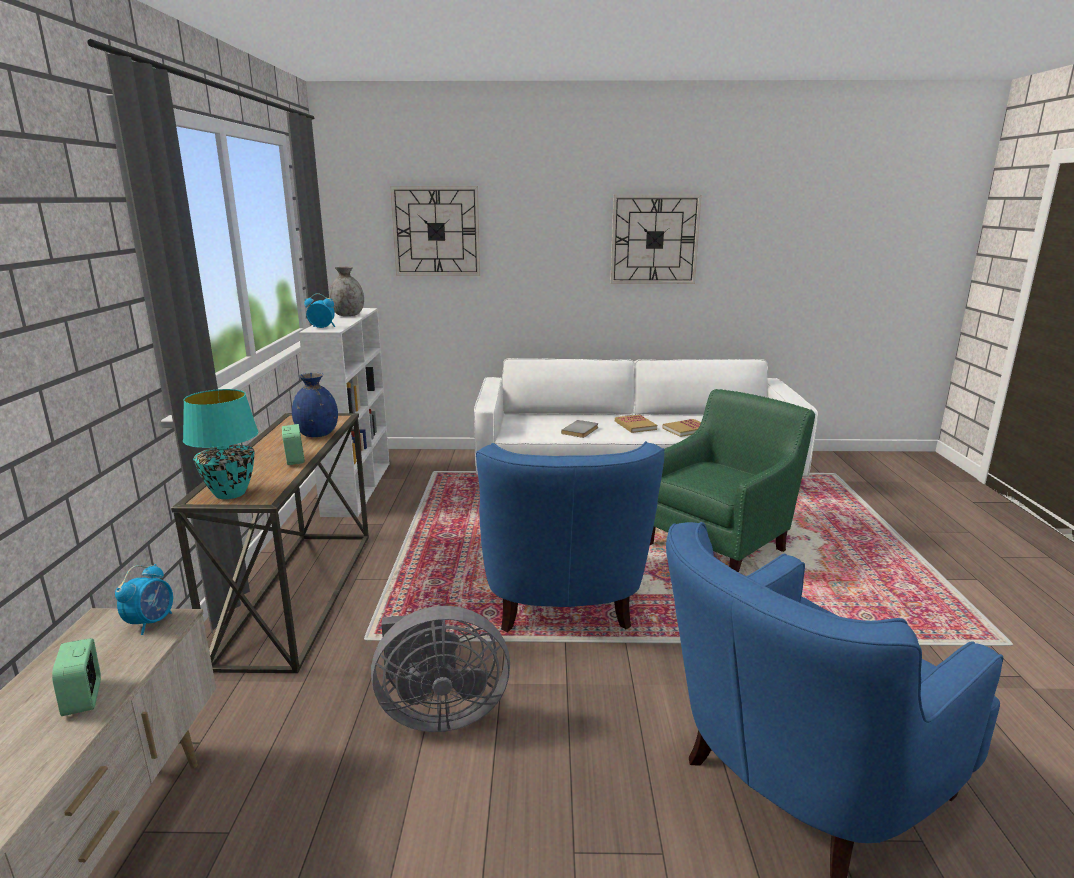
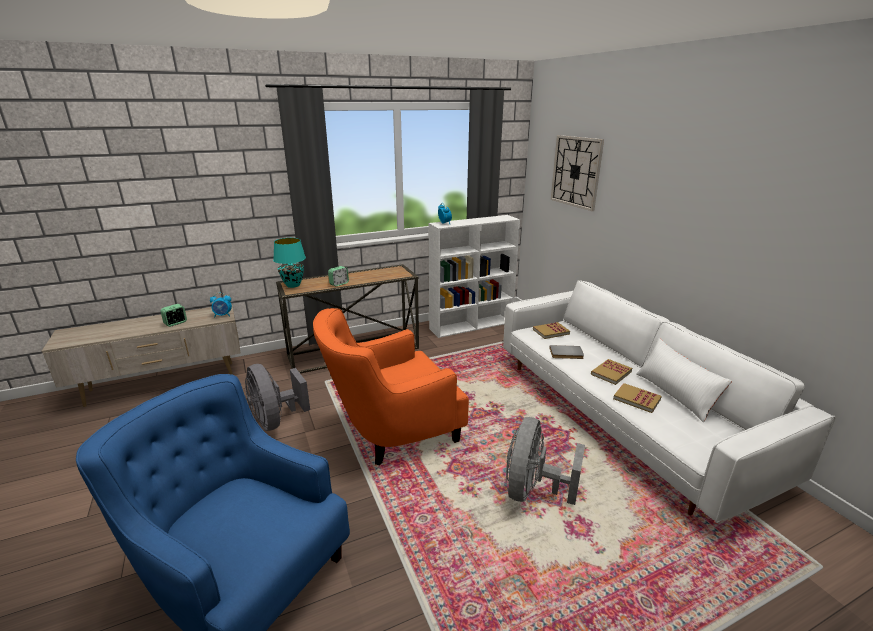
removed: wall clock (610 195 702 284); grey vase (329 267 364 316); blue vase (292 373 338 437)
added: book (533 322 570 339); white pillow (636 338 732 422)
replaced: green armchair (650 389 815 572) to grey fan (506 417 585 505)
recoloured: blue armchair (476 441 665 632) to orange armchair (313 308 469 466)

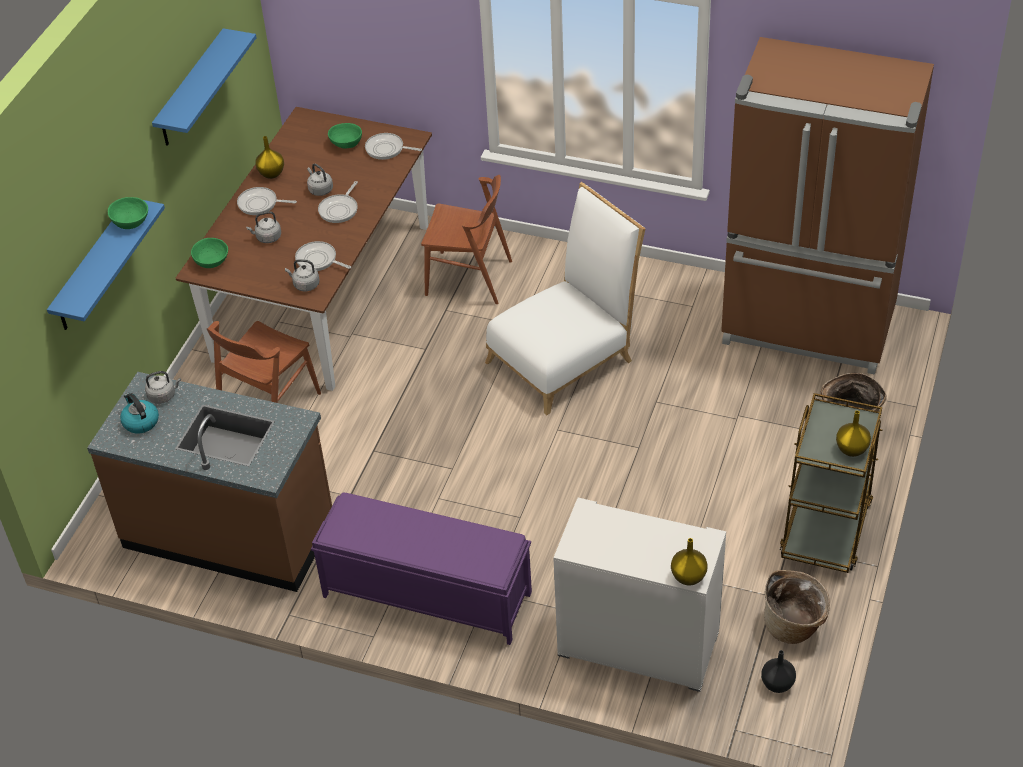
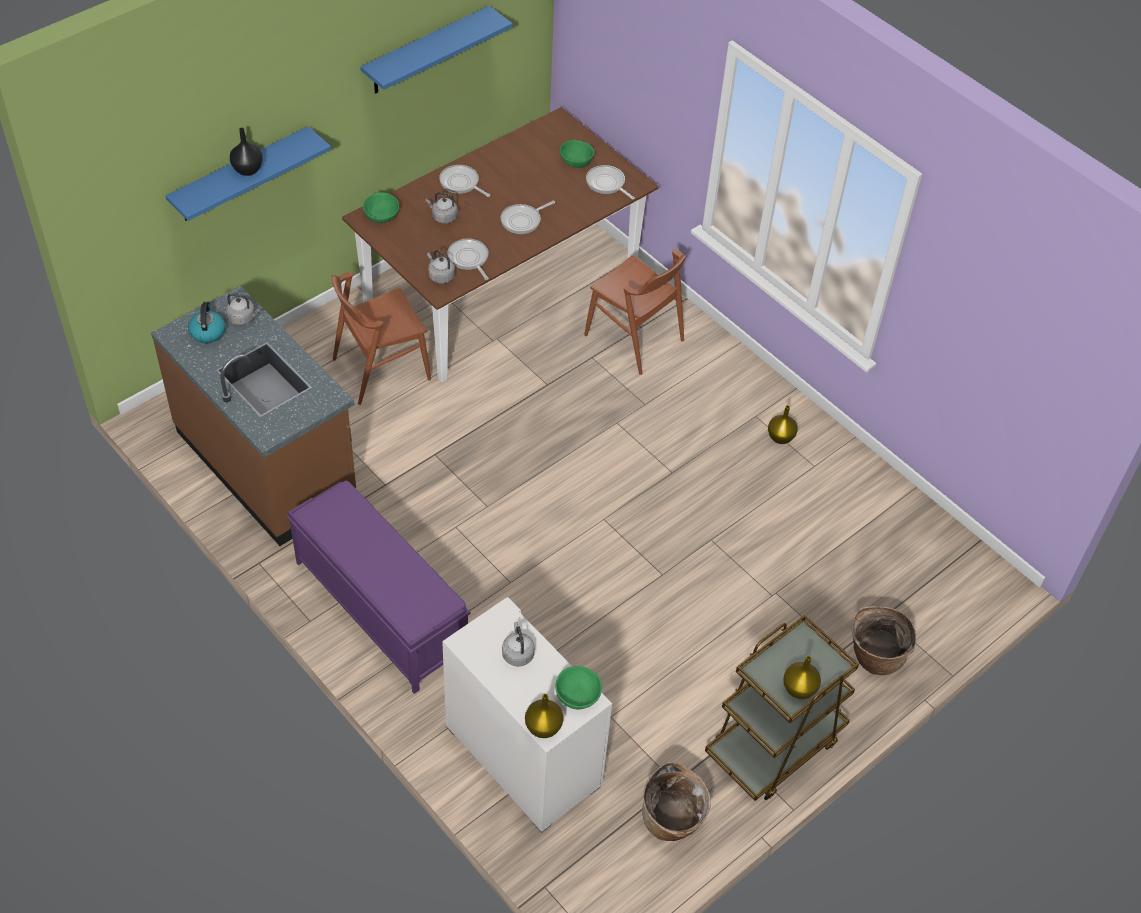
removed: brown fridge (721 37 934 375); white chair (485 182 645 415)
moved: yellow vase (255 136 284 179) to (768 405 798 444); grey kettle (307 164 333 196) to (502 622 535 666); green bowl (108 197 148 229) to (555 666 602 709); black vase (761 650 796 693) to (230 128 263 176)

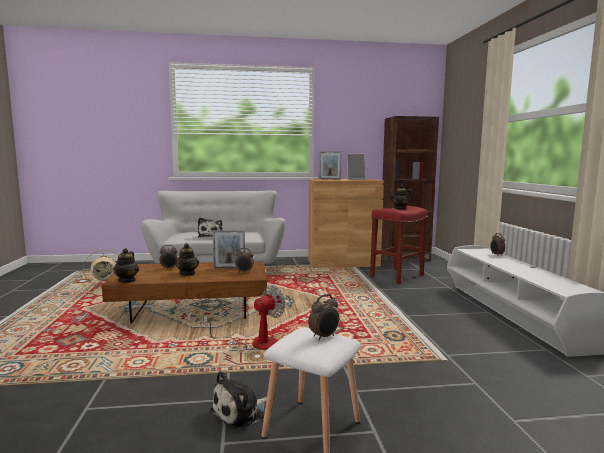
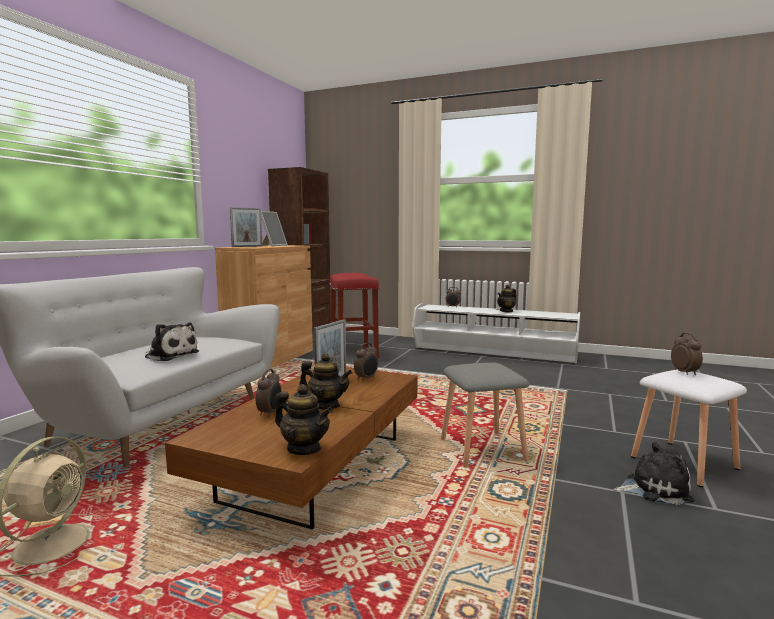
moved: teapot (388 185 414 209) to (497 285 516 312)
replaced: fan (204 285 286 350) to grey stool (441 363 529 468)
turned: plush toy (210 371 267 430) = (614 442 694 505) 75 degrees counterclockwise

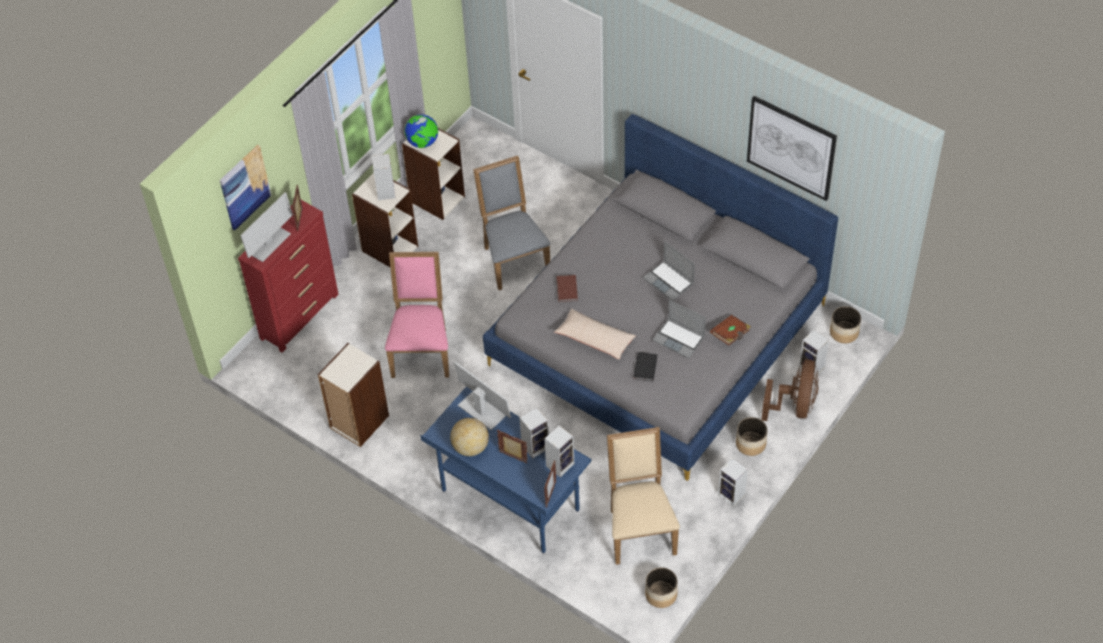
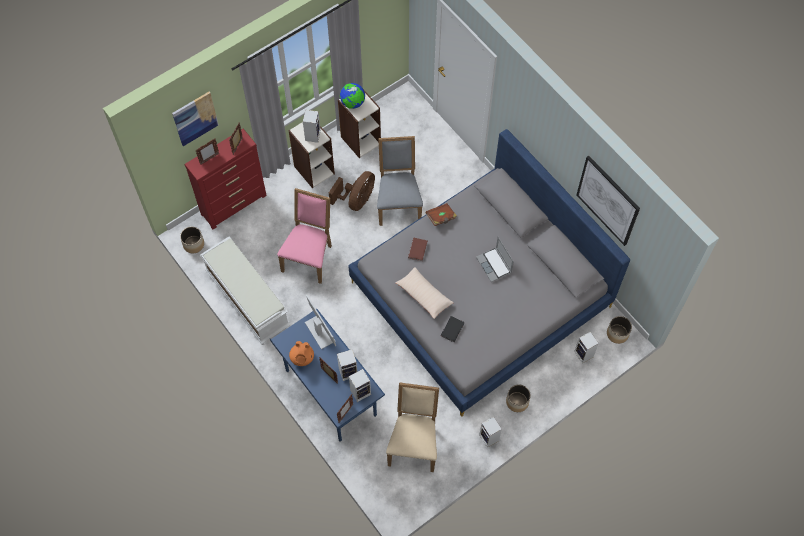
removed: laptop (653 300 706 358)
moved: brown book (710 315 751 346) to (426 203 457 226); brown fan (762 359 819 421) to (329 171 375 211); planter (645 567 678 608) to (180 227 204 254)
replaced: monitor (240 192 293 262) to picture frame (196 138 219 165); bookcase (318 343 389 447) to white bench (200 236 291 345); globe (450 418 489 456) to orange teapot (289 341 314 366)

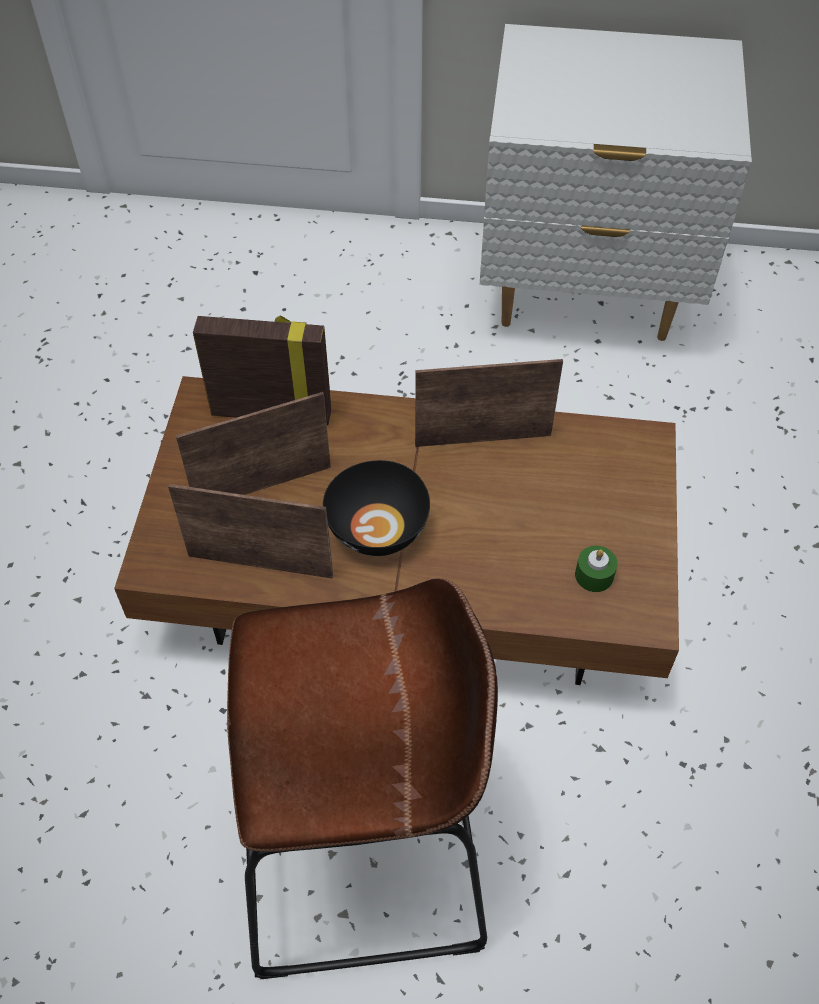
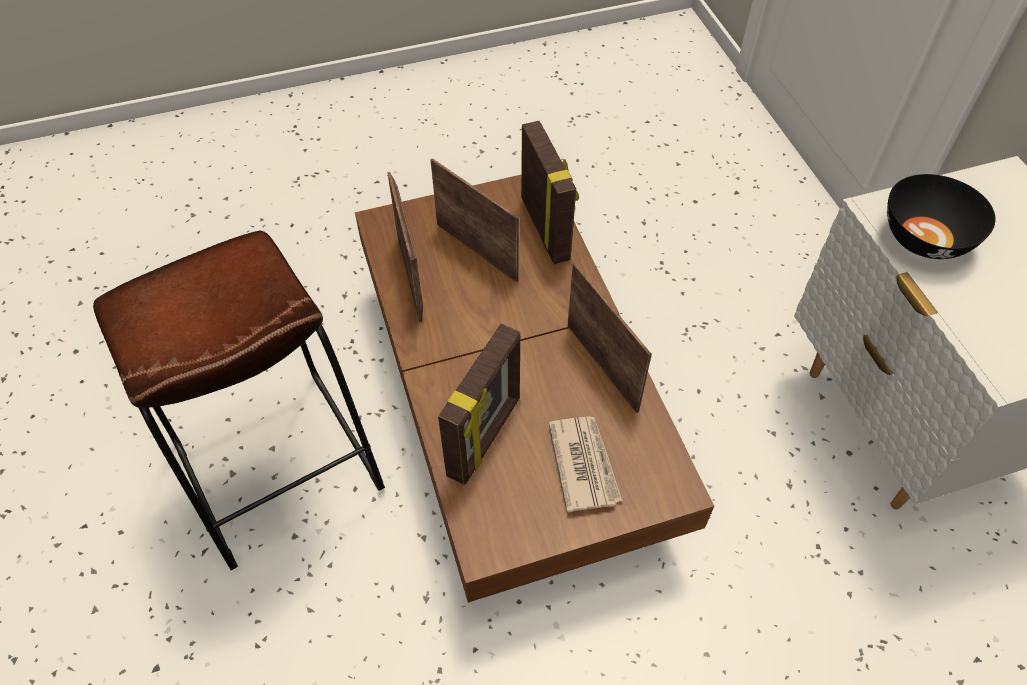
removed: green candle (575 546 618 592)
added: picture frame (438 324 520 485); newspaper (549 416 622 512)
moved: black bowl (323 460 430 556) to (887 174 996 259)

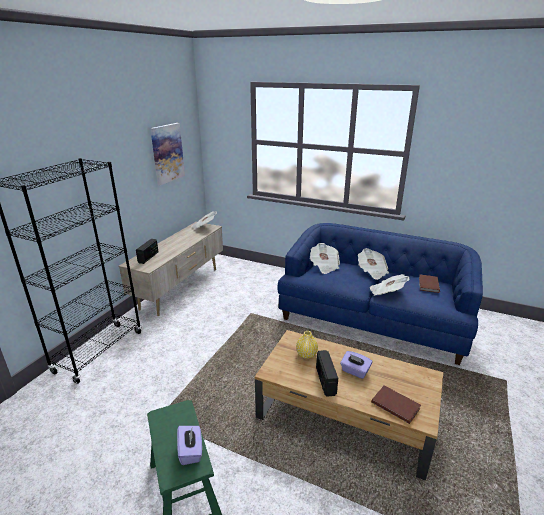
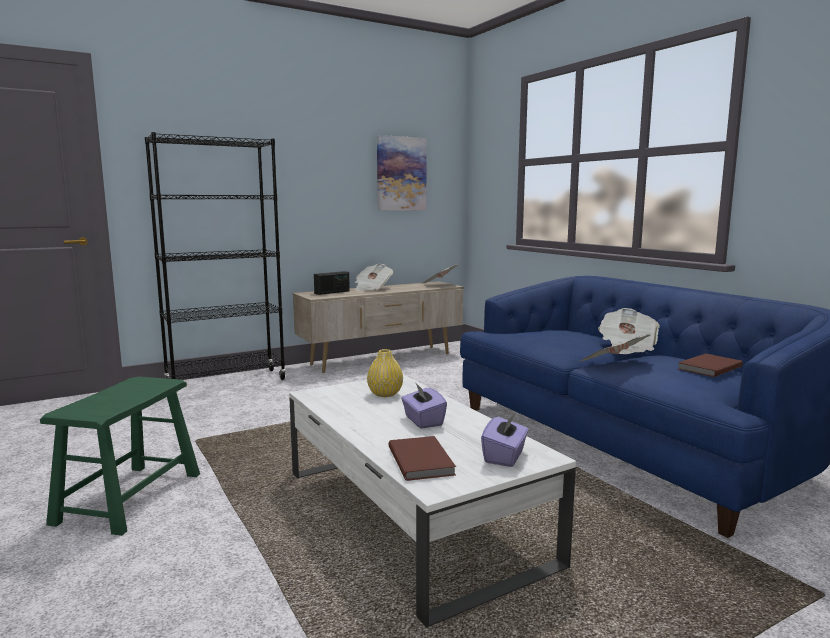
removed: radio (316 350 338 397)
moved: newspaper (310 243 340 274) to (355 264 393 291); purple tissue box (177 426 202 465) to (481 412 529 467)
recoloured: brown coffee table (255 330 443 481) to white coffee table (289 375 576 628)

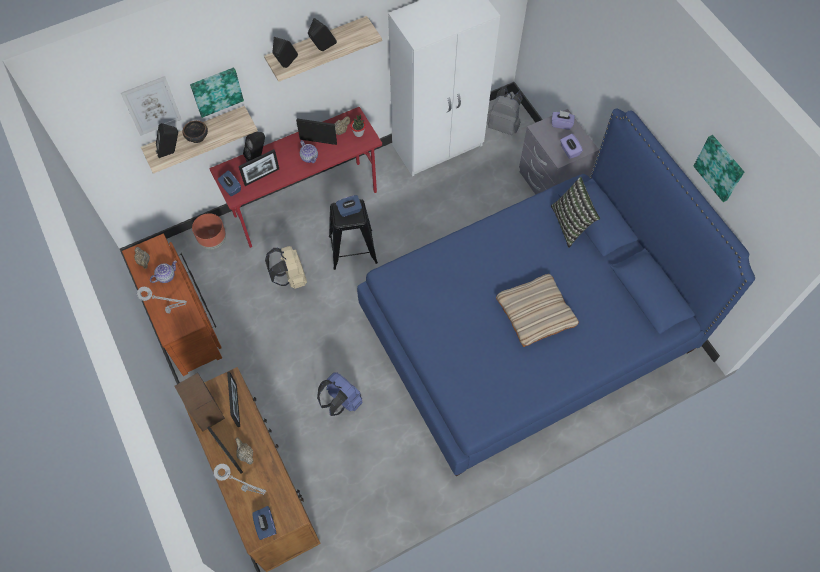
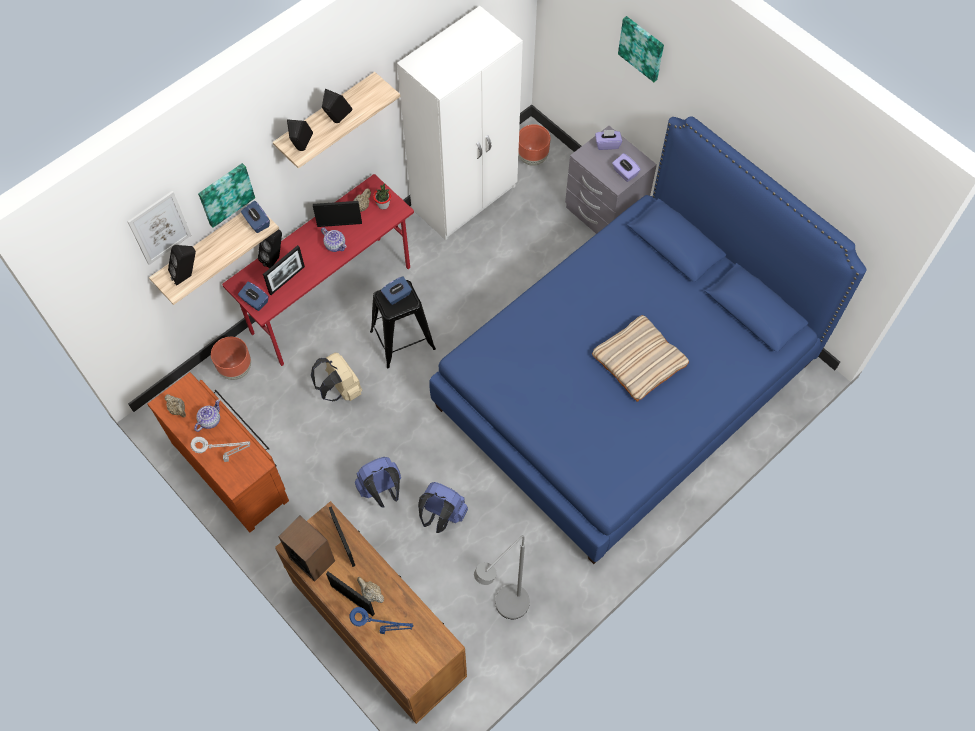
removed: bowl (183 120 208 143); pillow (551 177 600 248)
added: blue backpack (355 457 401 508); grey floor lamp (474 535 530 619)
moved: picture (693 135 744 202) to (618 16 664 82); blue tissue box (252 506 276 540) to (241 201 270 233)
replaced: grey backpack (487 86 523 135) to brown planter (518 124 550 166)
recoloured: grey table lamp (213 464 266 495) to blue table lamp (350 607 414 634)

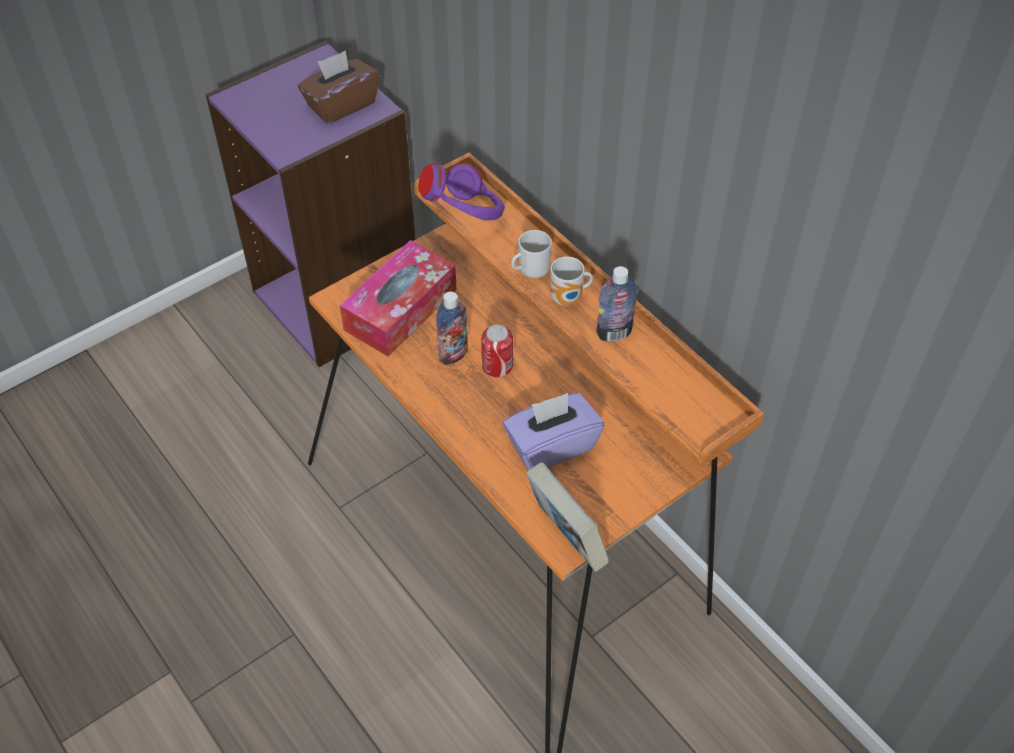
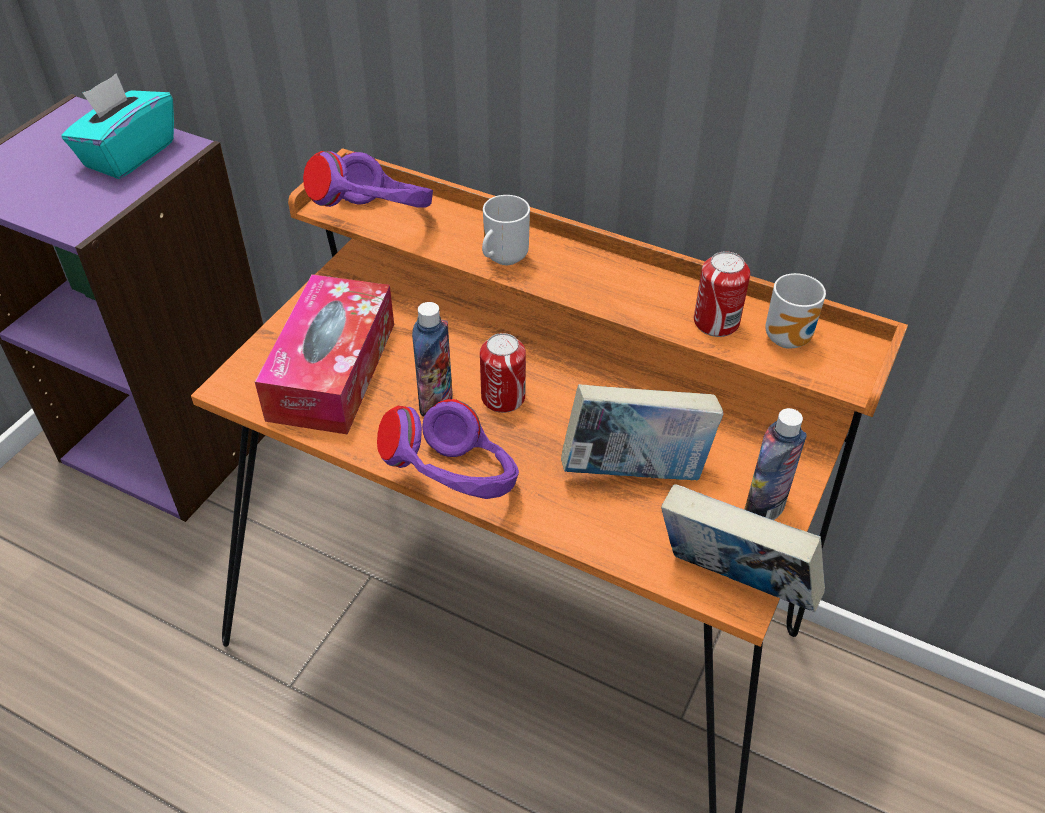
added: can (694 251 750 337); purple headphones (377 399 519 499)
moved: mug (550 257 593 306) to (765 273 826 349); bottle (596 266 638 342) to (744 408 807 520)
replaced: purple tissue box (503 393 604 471) to book (561 384 723 480)
recoloured: brown tissue box (298 50 379 124) to turquoise tissue box (61 73 174 179)

